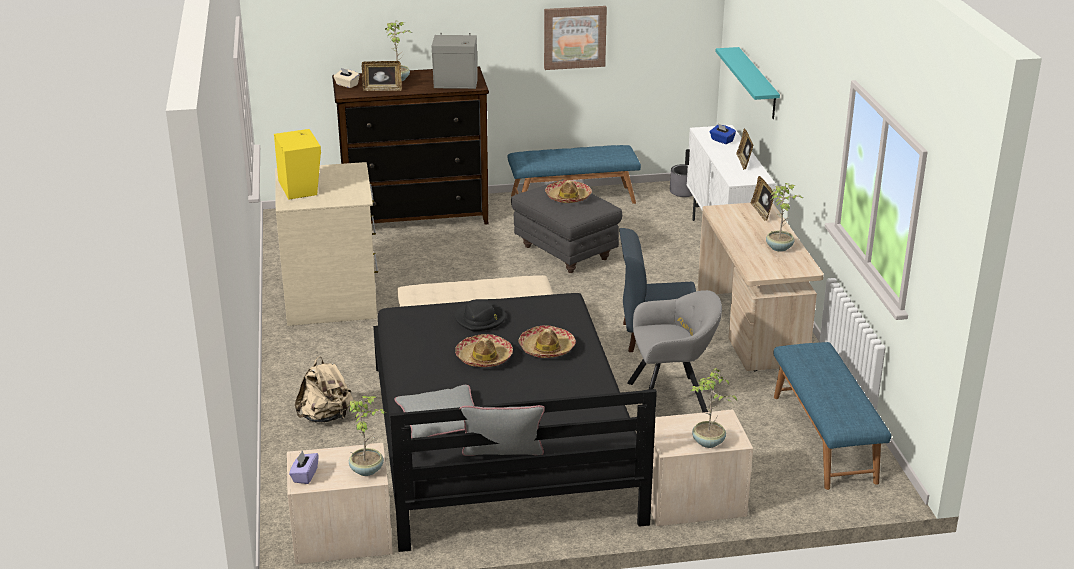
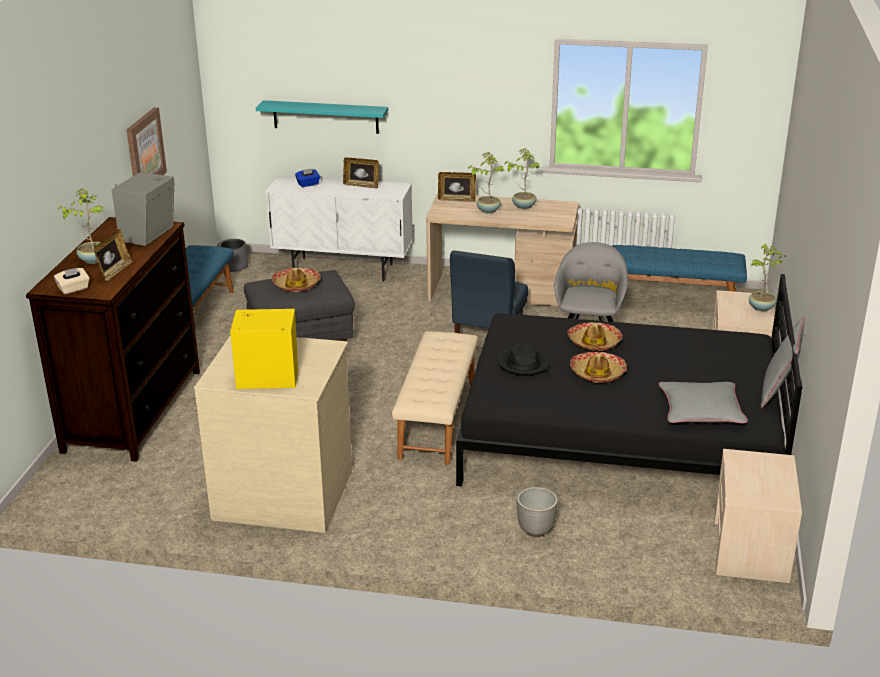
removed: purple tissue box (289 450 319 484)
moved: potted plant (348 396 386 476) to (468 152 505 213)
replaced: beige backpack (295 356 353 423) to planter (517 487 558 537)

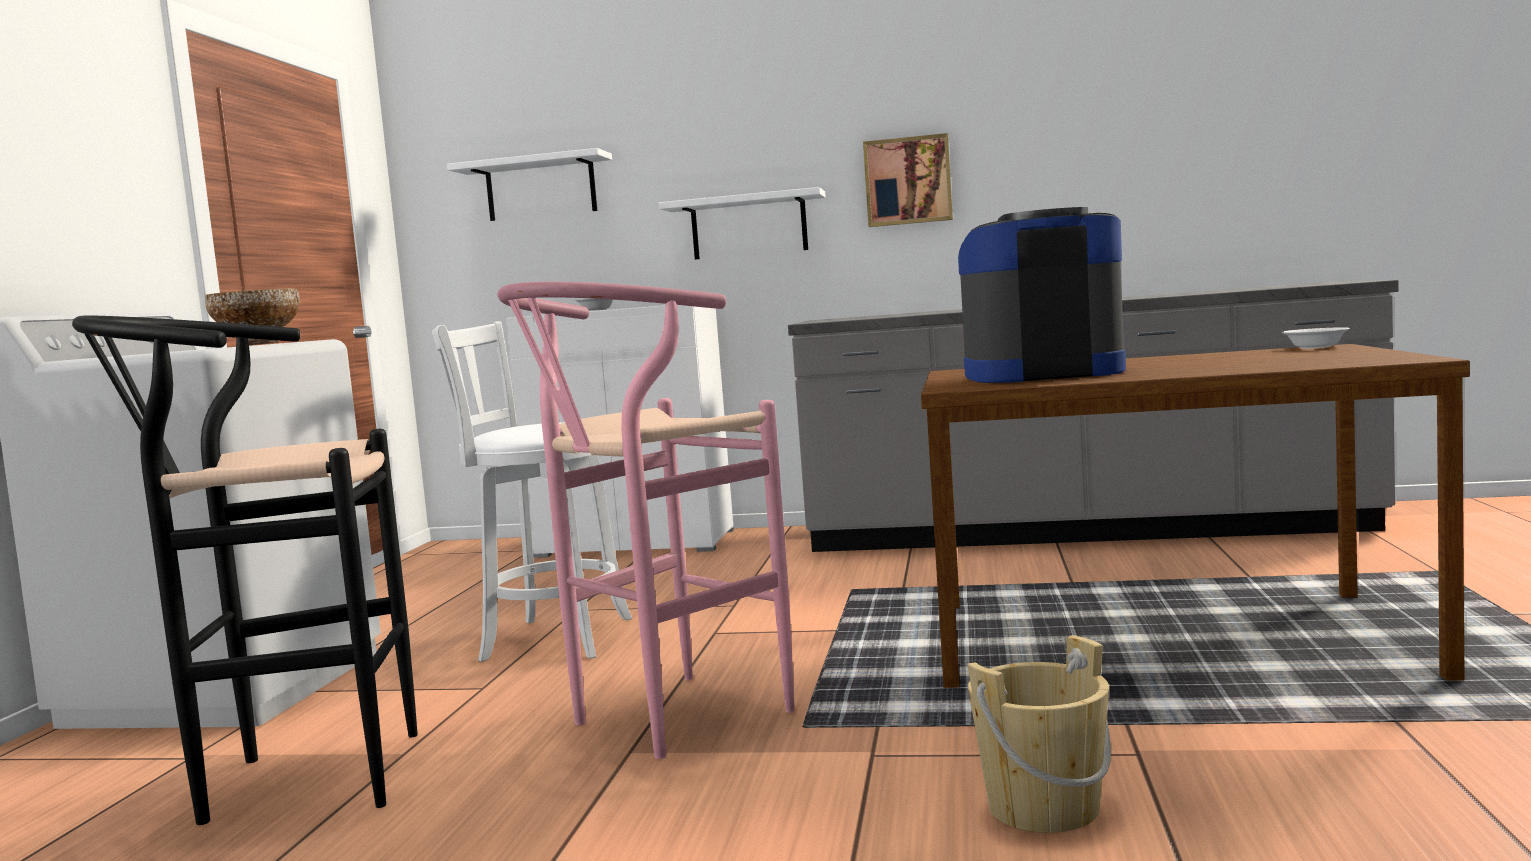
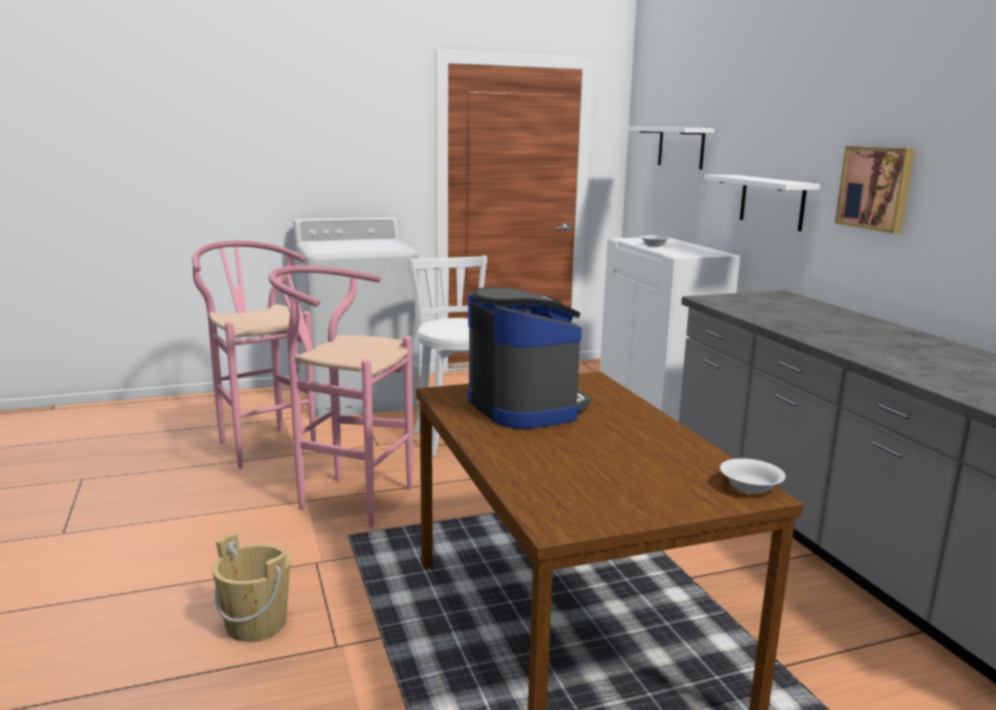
removed: bowl (205 288 300 345)
recoloured: black stool (72 316 418 825) to pink stool (192 240 316 469)

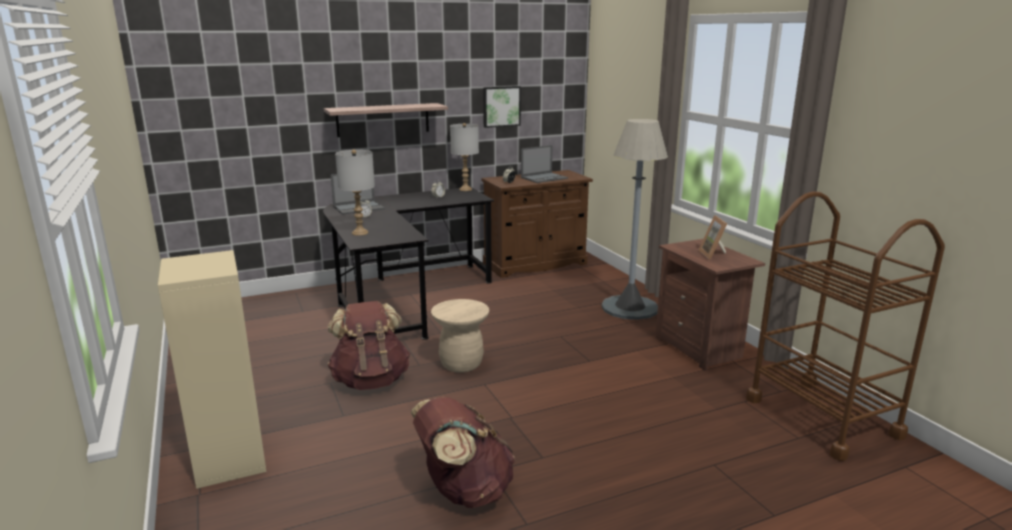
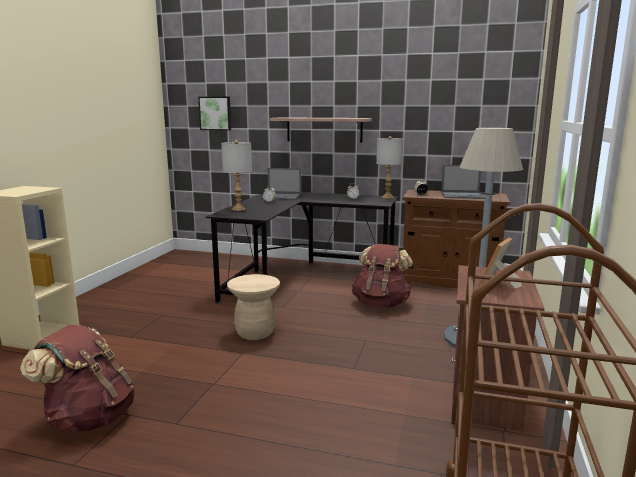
moved: picture (483 86 521 128) to (198 96 231 131); brown backpack (328 301 410 390) to (352 244 413 308)

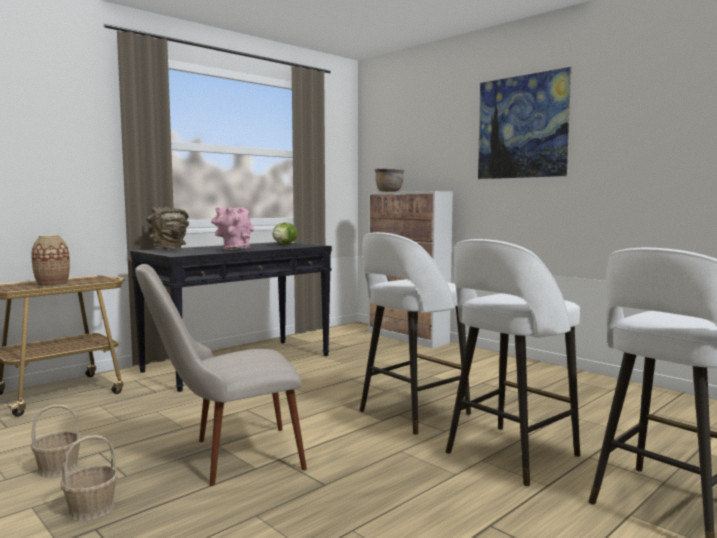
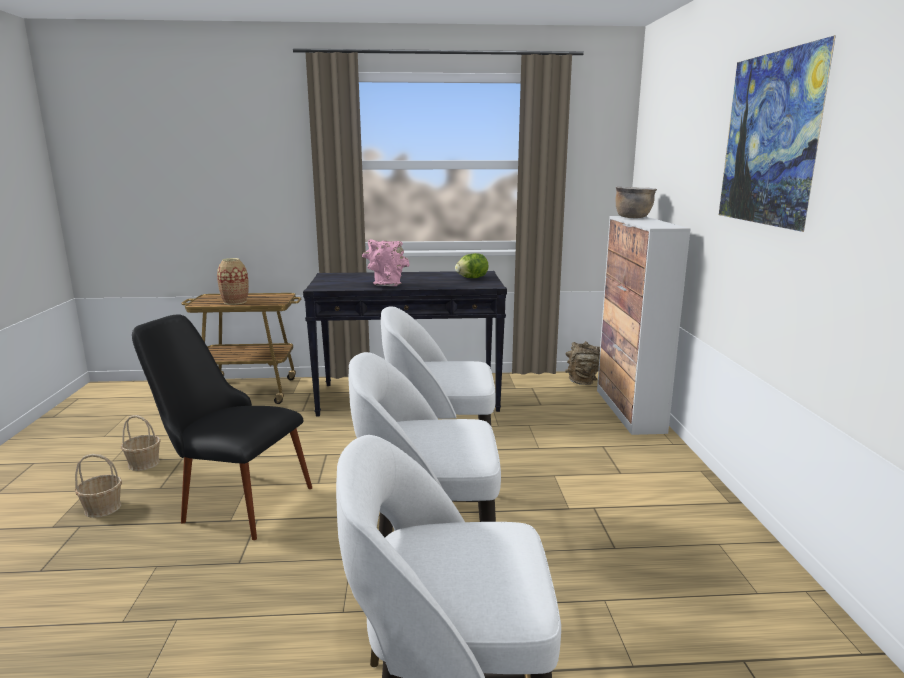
moved: brown vase (146 207 189 250) to (565 341 600 385)
recoloured: beige chair (135 264 307 486) to black chair (132 314 312 540)

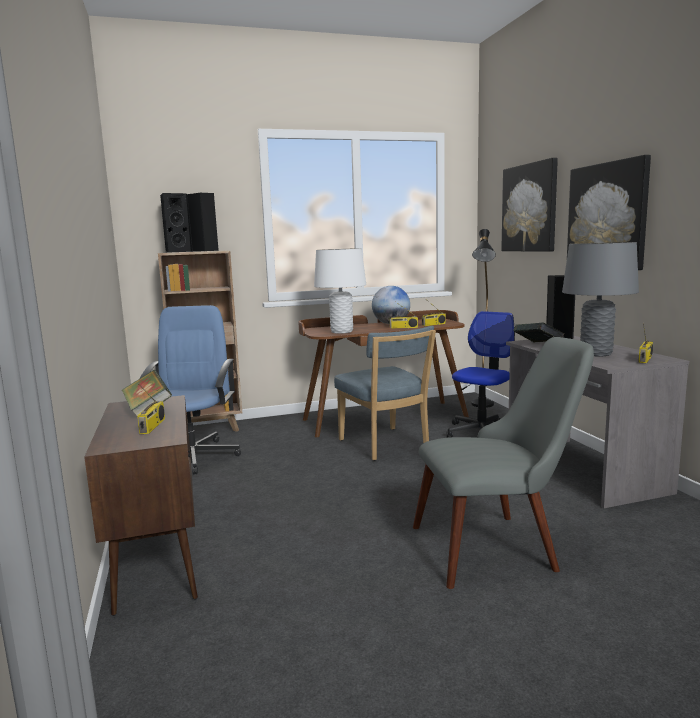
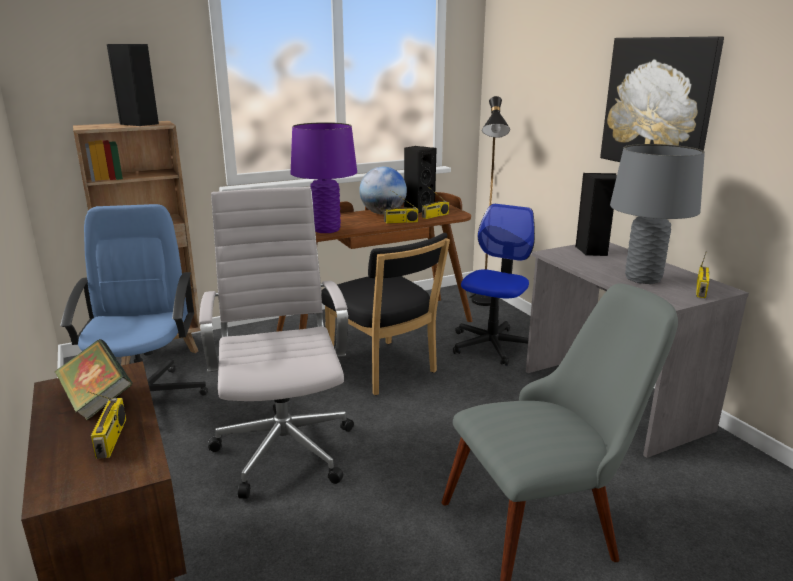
removed: picture (501 158 558 252); book (513 322 565 342)
added: white office chair (199 187 354 499)
moved: black speaker (160 193 191 253) to (404 146 437 213)
recoloured: white table lamp (314 248 366 334) to purple table lamp (290 122 357 233); blue chair (334 326 436 461) to black chair (321 233 450 395)

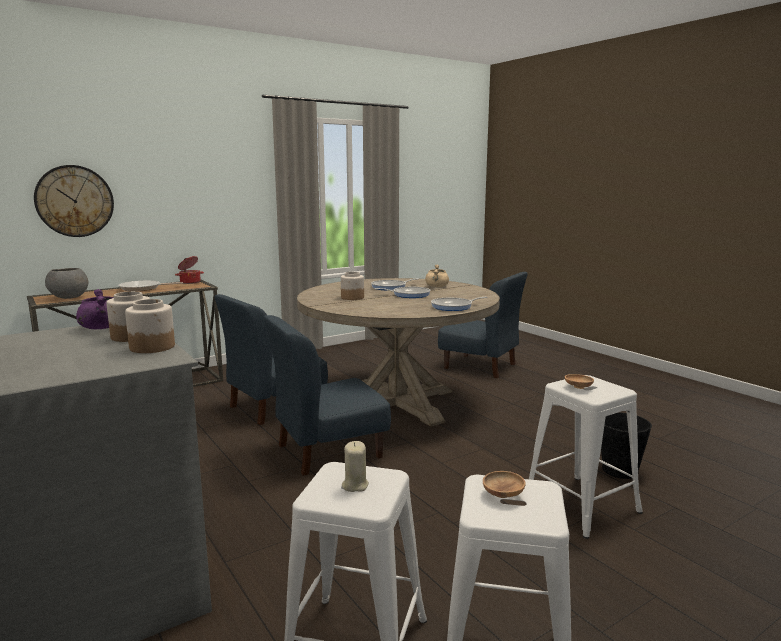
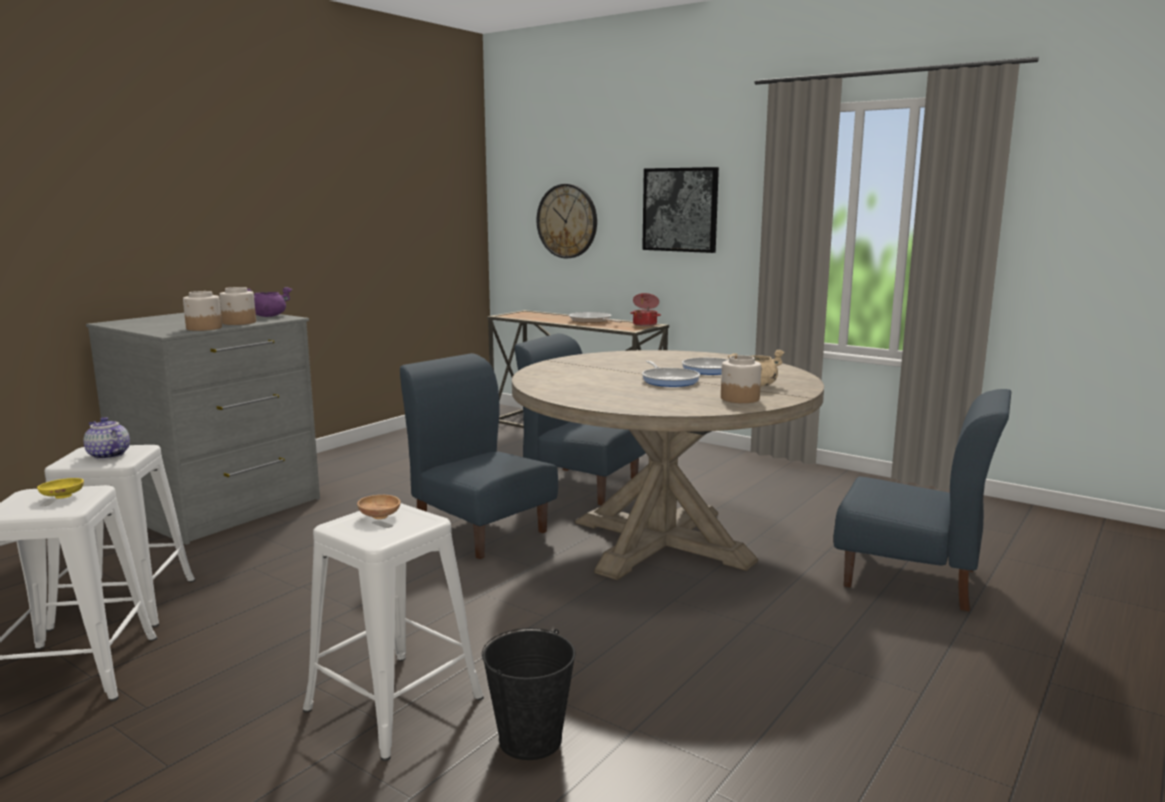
removed: grey bowl (45 268 88 299); frying pan (431 297 488 311)
added: picture (642 167 719 253)
moved: jar (341 272 364 300) to (721 355 761 403)
replaced: beige candle (342 441 369 492) to teapot (84 417 130 460)
recoloured: brown bowl (483 471 526 498) to yellow bowl (37 478 84 499)
turned: blue chair (438 272 528 378) = (834 389 1011 612) 75 degrees counterclockwise

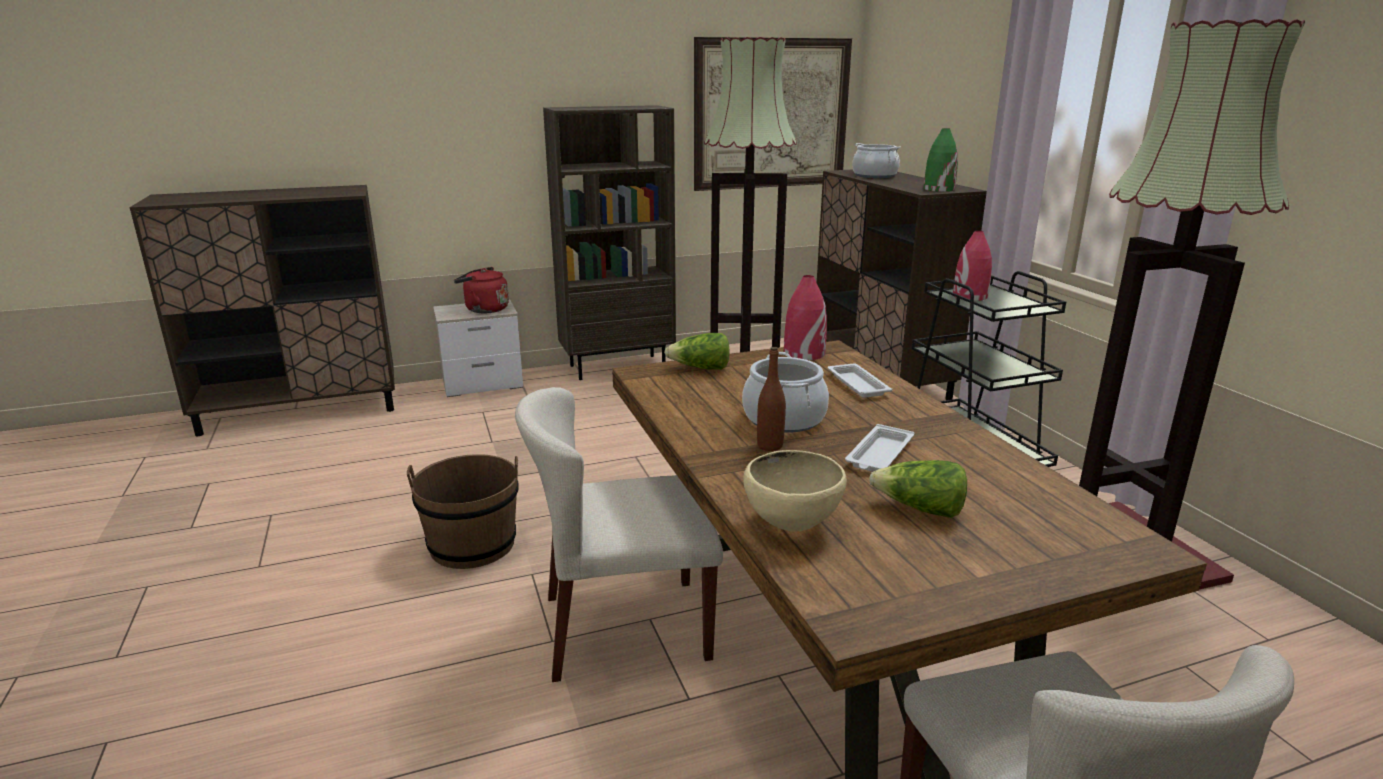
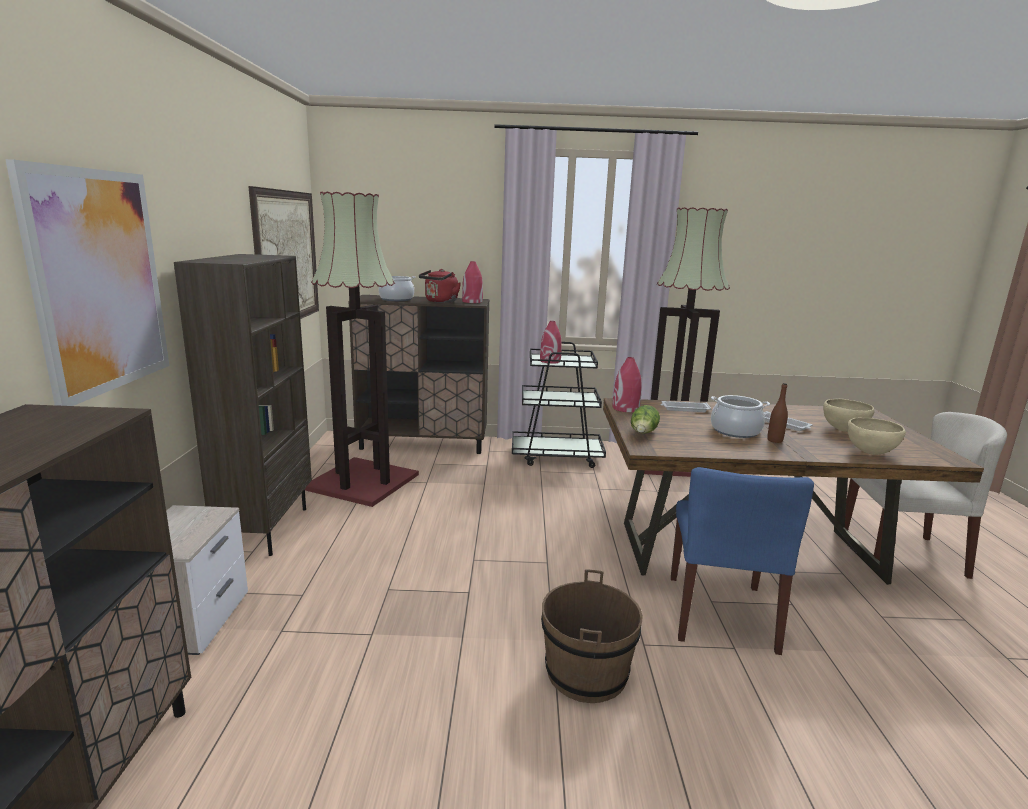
added: picture (5 159 169 406)
moved: red kettle (454 267 509 313) to (419 269 461 303)
replaced: lettuce (869 460 967 518) to beige bowl (823 399 874 432)
recoloured: green vase (924 128 958 192) to red vase (462 261 483 303); beige chair (515 387 723 682) to blue chair (671 467 814 655)

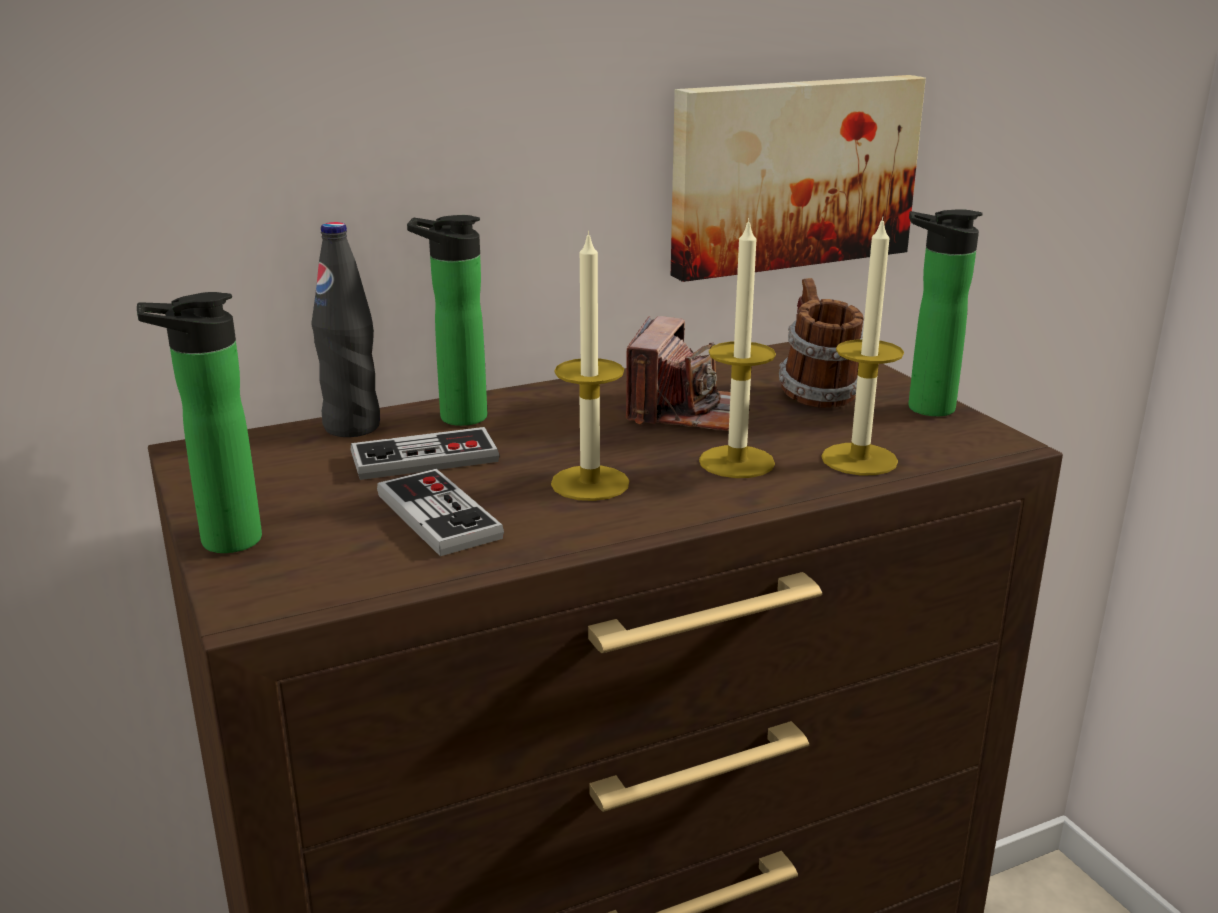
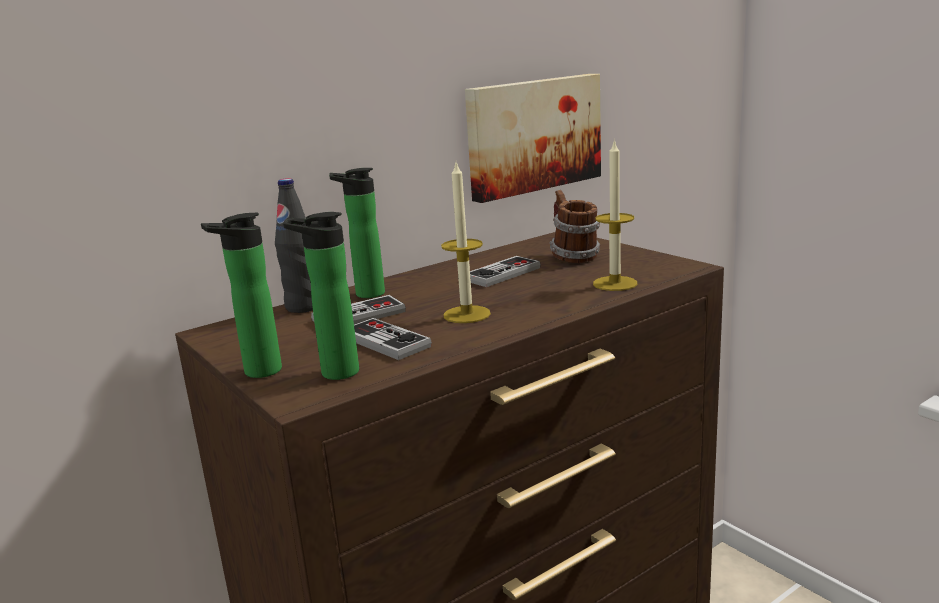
removed: candle (699 218 776 478)
moved: bottle (909 209 983 416) to (283 212 359 380)
replaced: photo camera (626 316 730 431) to game controller (470 256 541 287)

